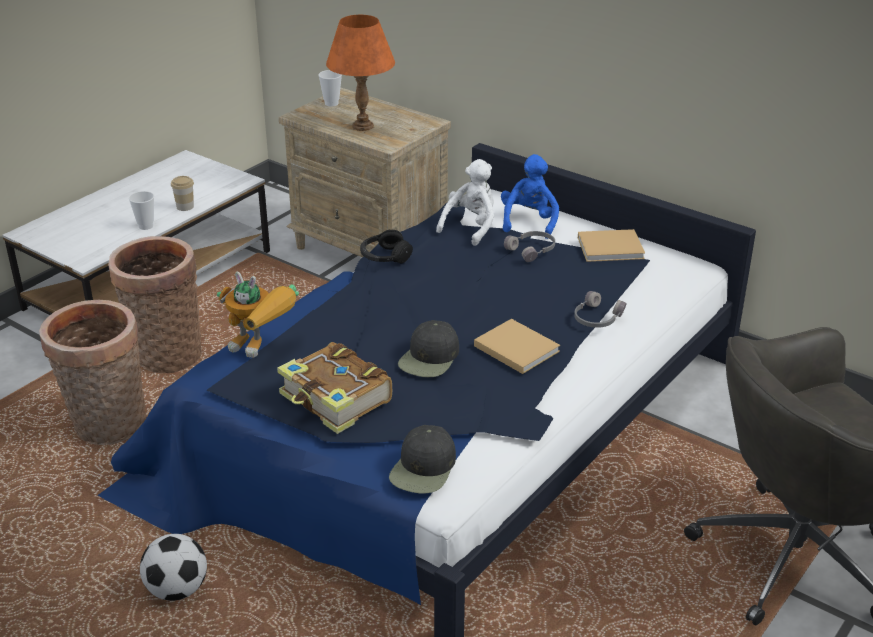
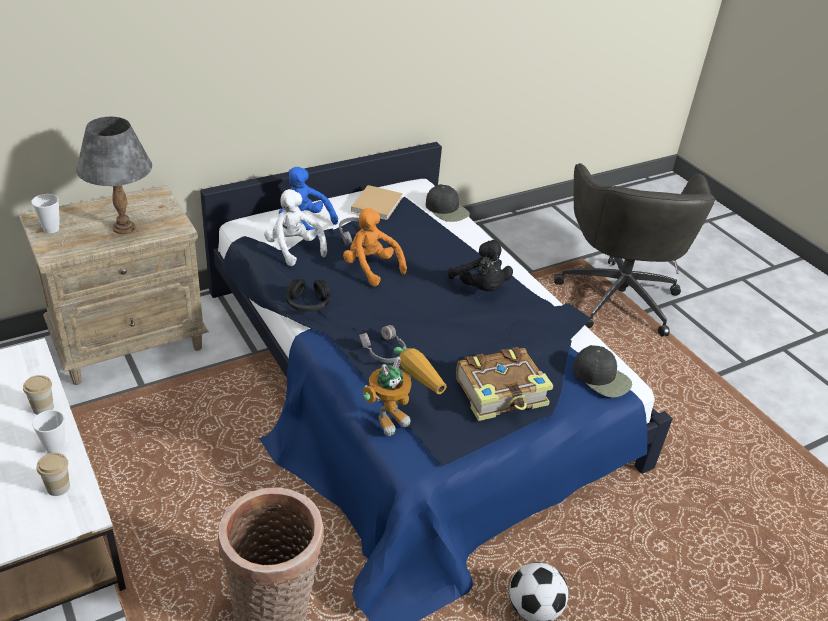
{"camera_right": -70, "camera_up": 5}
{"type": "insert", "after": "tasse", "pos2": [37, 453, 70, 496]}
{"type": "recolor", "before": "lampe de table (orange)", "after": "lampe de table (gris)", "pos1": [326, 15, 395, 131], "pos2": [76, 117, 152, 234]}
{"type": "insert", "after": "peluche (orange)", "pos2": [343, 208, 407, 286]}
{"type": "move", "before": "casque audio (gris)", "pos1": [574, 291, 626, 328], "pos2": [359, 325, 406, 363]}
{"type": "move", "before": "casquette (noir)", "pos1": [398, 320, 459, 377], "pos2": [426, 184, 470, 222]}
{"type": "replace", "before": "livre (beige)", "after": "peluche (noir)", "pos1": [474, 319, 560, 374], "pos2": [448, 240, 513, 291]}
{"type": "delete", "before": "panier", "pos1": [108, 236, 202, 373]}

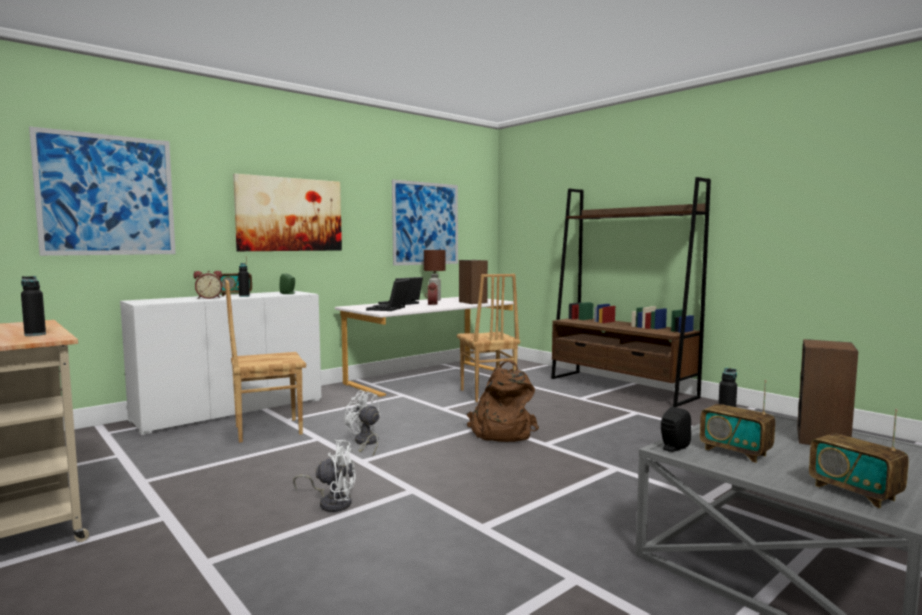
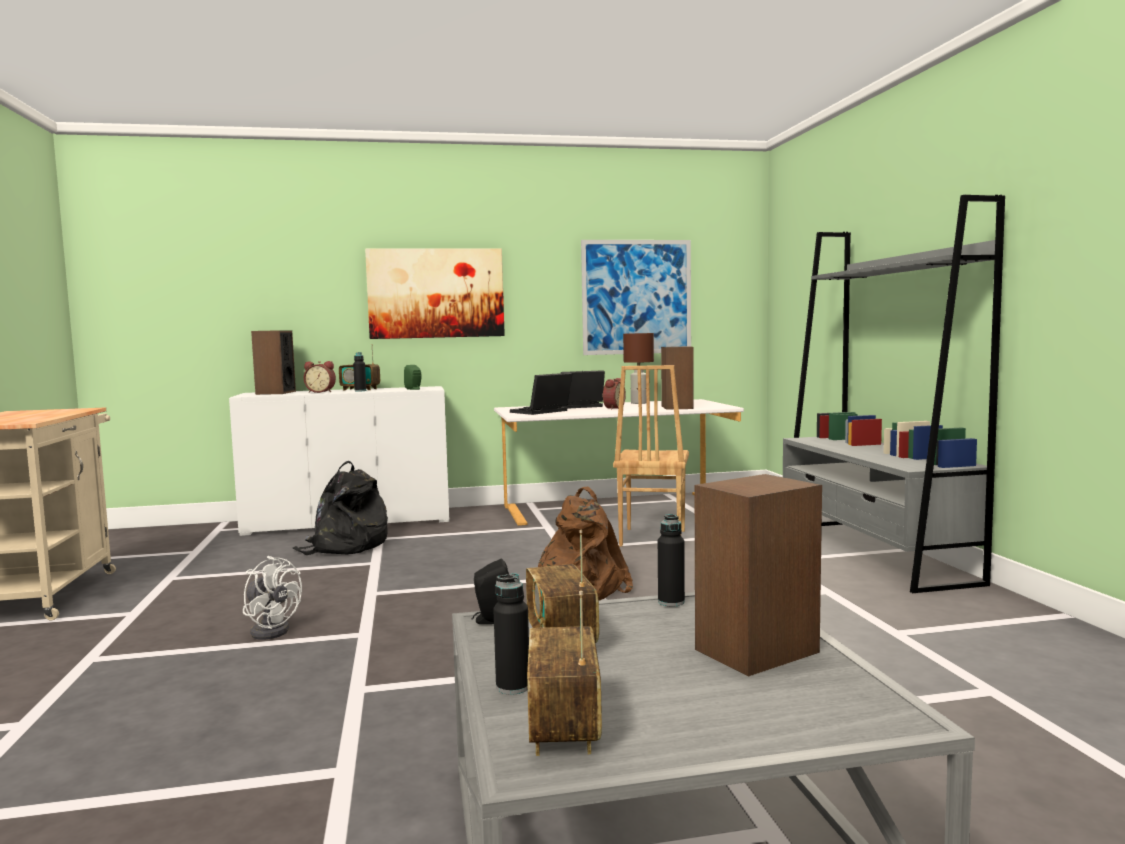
{"camera_right": 30, "camera_up": 0}
{"type": "insert", "after": "enceinte", "pos2": [251, 330, 296, 395]}
{"type": "replace", "before": "chaise (marron)", "after": "sac à dos (noir)", "pos1": [225, 280, 306, 443], "pos2": [293, 461, 388, 555]}
{"type": "move", "before": "bouteille (noir)", "pos1": [21, 276, 46, 336], "pos2": [493, 573, 529, 695]}
{"type": "recolor", "before": "bibliothèque (marron)", "after": "bibliothèque (gris)", "pos1": [551, 177, 711, 407], "pos2": [783, 195, 1005, 593]}
{"type": "delete", "before": "tableau", "pos1": [29, 126, 176, 256]}
{"type": "delete", "before": "ventilateur (blanc)", "pos1": [344, 390, 381, 456]}

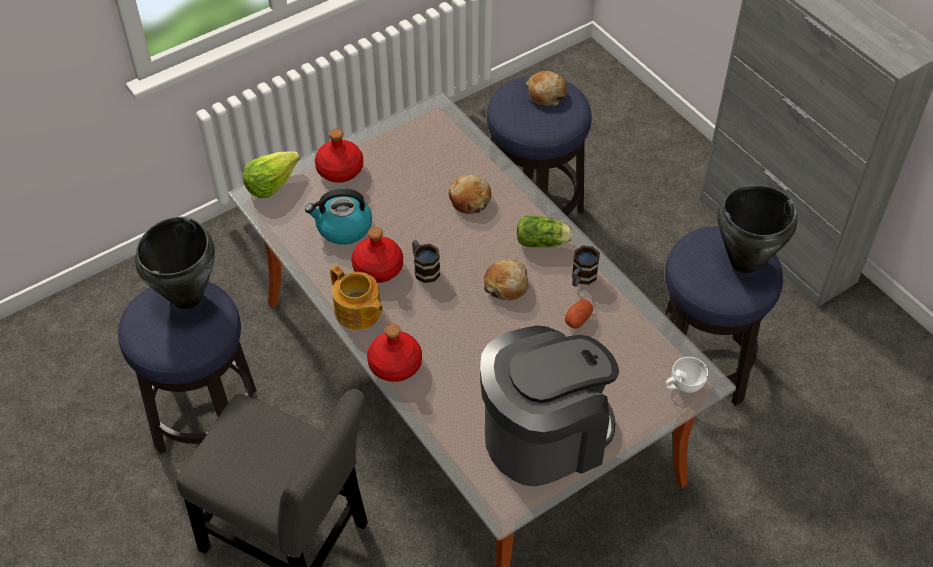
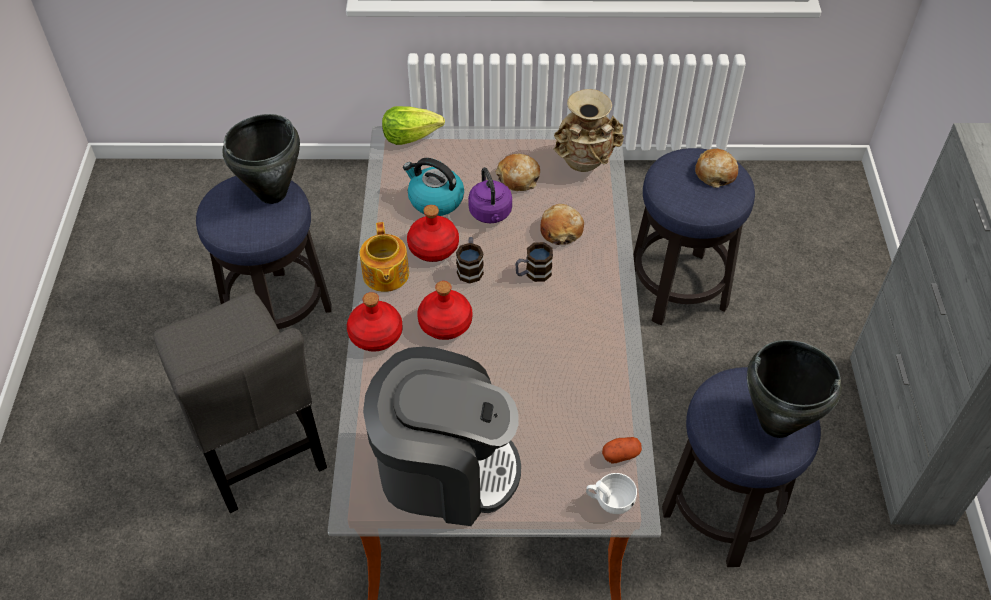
{"camera_right": 35, "camera_up": 0}
{"type": "move", "before": "bouteille (rouge)", "pos1": [315, 129, 363, 183], "pos2": [417, 281, 472, 340]}
{"type": "insert", "after": "bouilloire (violet)", "pos2": [468, 167, 512, 223]}
{"type": "move", "before": "pain", "pos1": [484, 259, 530, 300], "pos2": [495, 154, 540, 191]}
{"type": "move", "before": "mug", "pos1": [572, 246, 600, 287], "pos2": [515, 242, 553, 282]}
{"type": "insert", "after": "vase (beige)", "pos2": [554, 89, 624, 172]}
{"type": "move", "before": "pomme de terre", "pos1": [565, 299, 593, 329], "pos2": [602, 437, 642, 464]}
{"type": "delete", "before": "laitue", "pos1": [517, 215, 573, 247]}

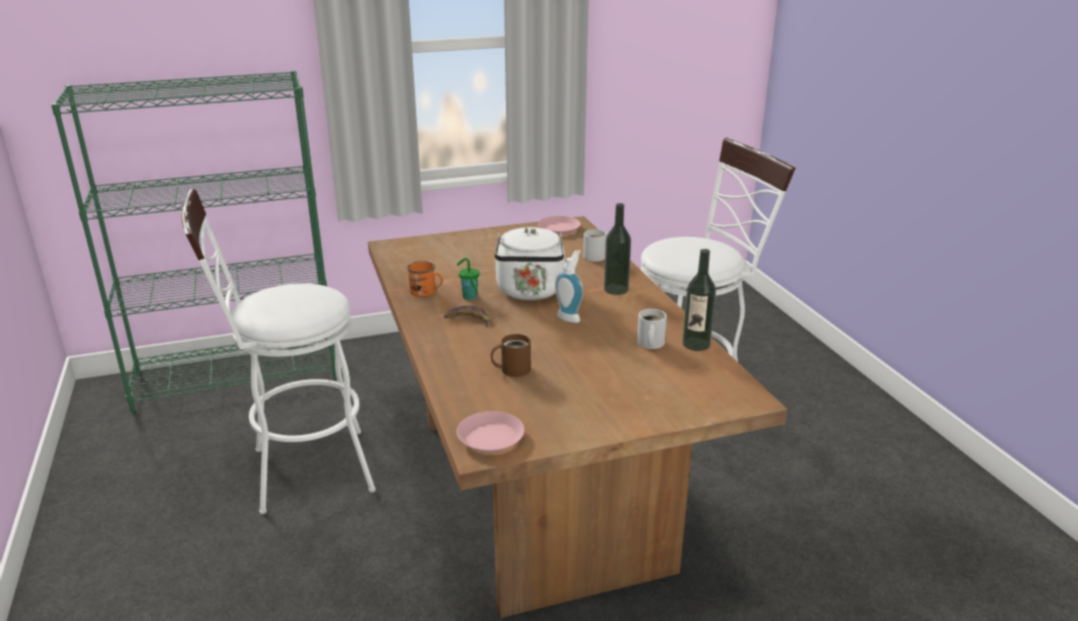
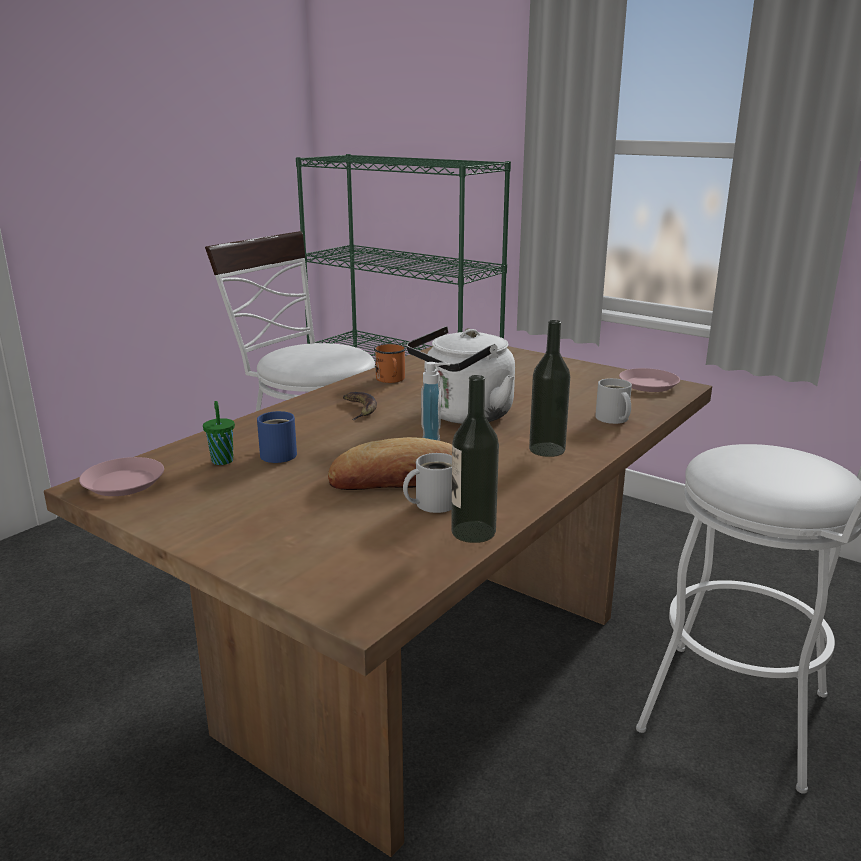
{"camera_right": 55, "camera_up": -5}
{"type": "move", "before": "tasse (vert)", "pos1": [457, 258, 480, 300], "pos2": [203, 401, 235, 465]}
{"type": "recolor", "before": "mug (marron)", "after": "mug (bleu)", "pos1": [491, 334, 531, 377], "pos2": [257, 411, 297, 463]}
{"type": "insert", "after": "pain", "pos2": [328, 437, 452, 490]}

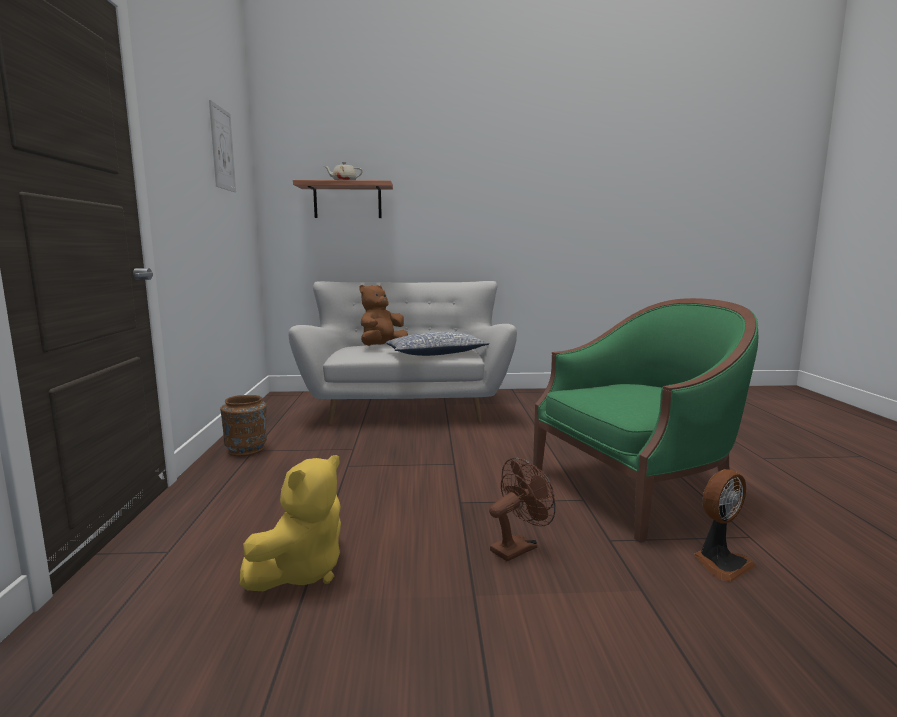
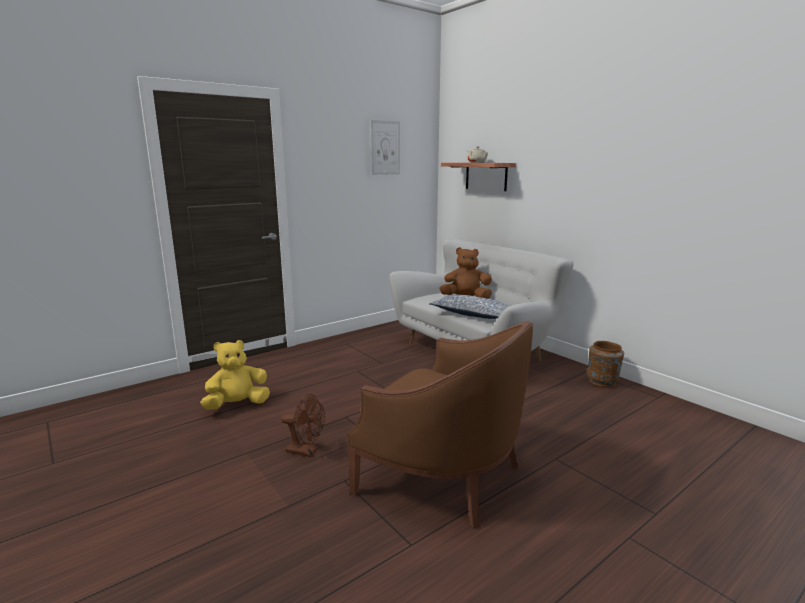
{"camera_right": 55, "camera_up": 5}
{"type": "rotate", "before": "peluche (jaune)", "pos1": [240, 455, 341, 591], "pos2": [200, 340, 270, 410], "turn": 150}
{"type": "recolor", "before": "fauteuil (vert)", "after": "fauteuil (marron)", "pos1": [533, 298, 758, 543], "pos2": [348, 321, 533, 528]}
{"type": "move", "before": "vase (marron)", "pos1": [220, 395, 267, 456], "pos2": [587, 341, 624, 387]}
{"type": "delete", "before": "ventilateur", "pos1": [694, 469, 756, 582]}

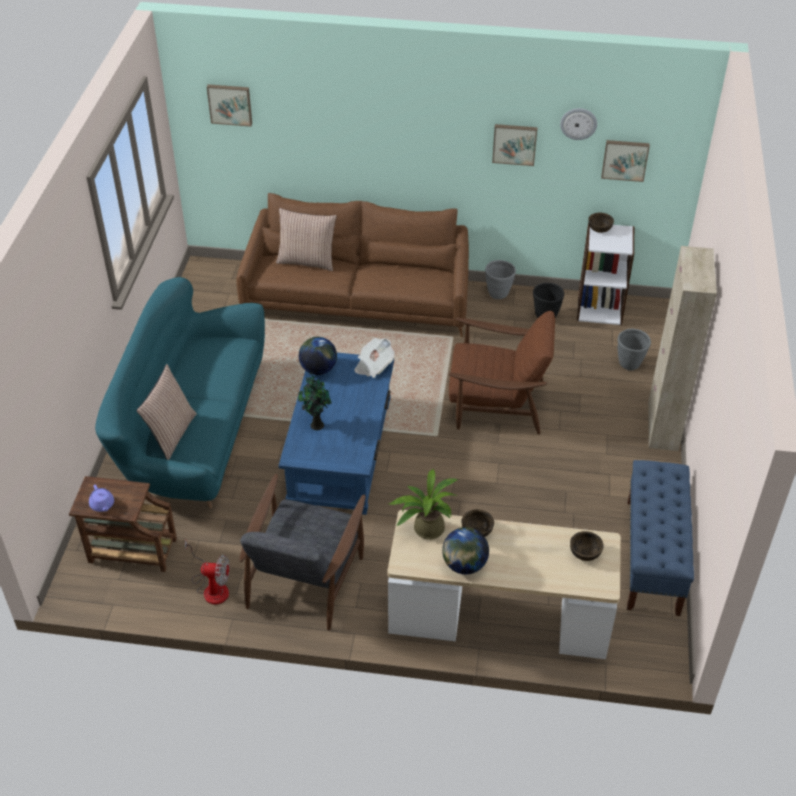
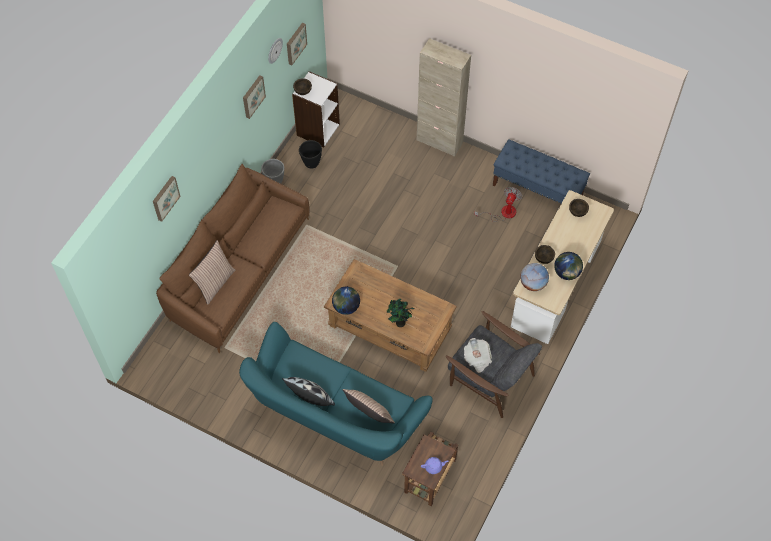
{"camera_right": -70, "camera_up": 15}
{"type": "move", "before": "tableau", "pos1": [207, 84, 252, 127], "pos2": [153, 176, 181, 222]}
{"type": "insert", "after": "coussin", "pos2": [282, 377, 335, 406]}
{"type": "recolor", "before": "table basse (bleu)", "after": "table basse (marron)", "pos1": [278, 353, 394, 515], "pos2": [324, 259, 457, 372]}
{"type": "move", "before": "journal", "pos1": [354, 338, 395, 378], "pos2": [464, 338, 492, 373]}
{"type": "move", "before": "ventilateur", "pos1": [185, 540, 229, 605], "pos2": [474, 187, 522, 222]}
{"type": "replace", "before": "plante en pot", "after": "globe", "pos1": [389, 469, 458, 540], "pos2": [520, 263, 549, 291]}
{"type": "delete", "before": "fauteuil (marron)", "pos1": [448, 311, 555, 434]}
{"type": "delete", "before": "cache-pot (gris)", "pos1": [618, 329, 651, 371]}

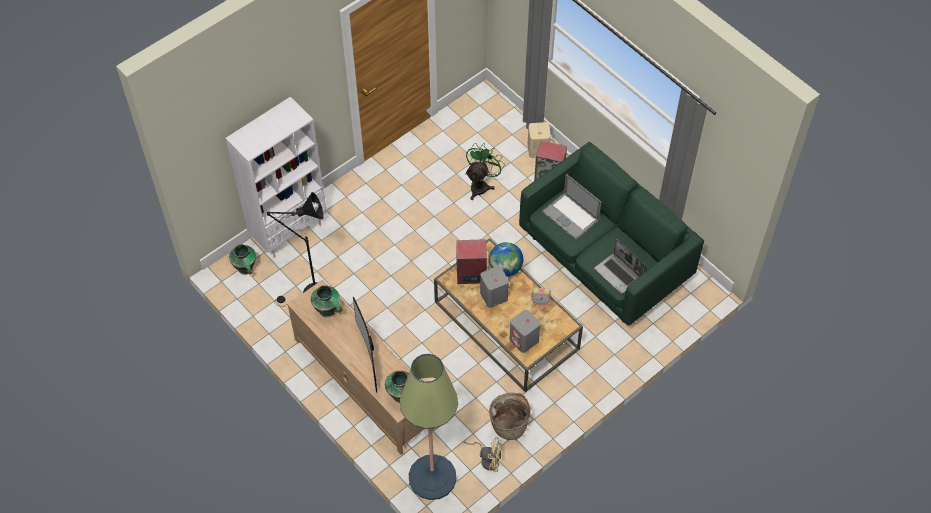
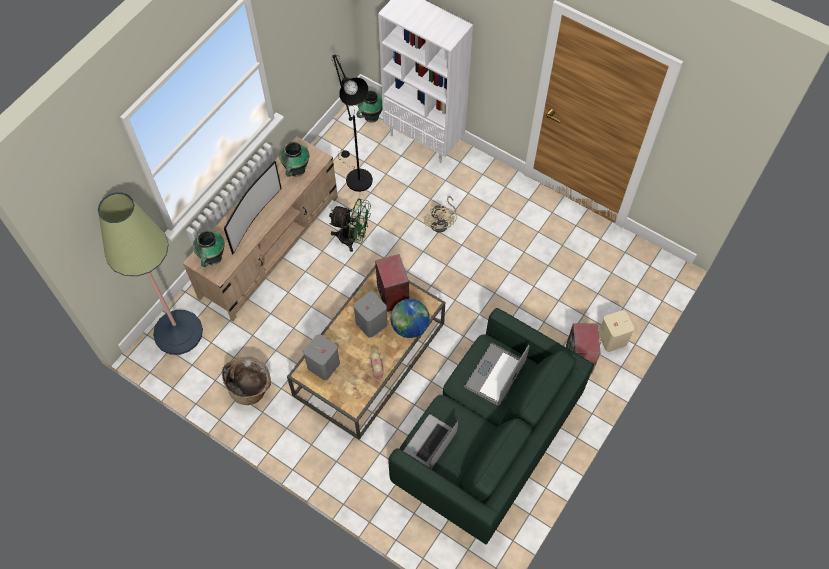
{"camera_right": 75, "camera_up": 5}
{"type": "rotate", "before": "téléviseur", "pos1": [353, 297, 378, 393], "pos2": [224, 161, 282, 254], "turn": 150}
{"type": "move", "before": "ventilateur (vert)", "pos1": [465, 143, 505, 200], "pos2": [329, 198, 371, 252]}
{"type": "move", "before": "ventilateur (beige)", "pos1": [464, 437, 502, 472], "pos2": [424, 196, 457, 233]}

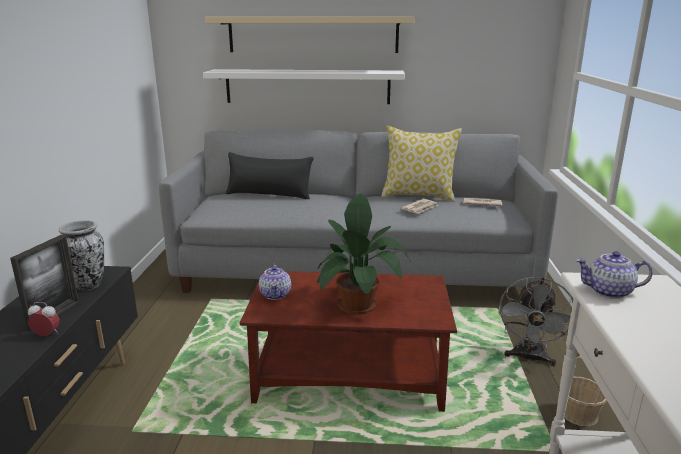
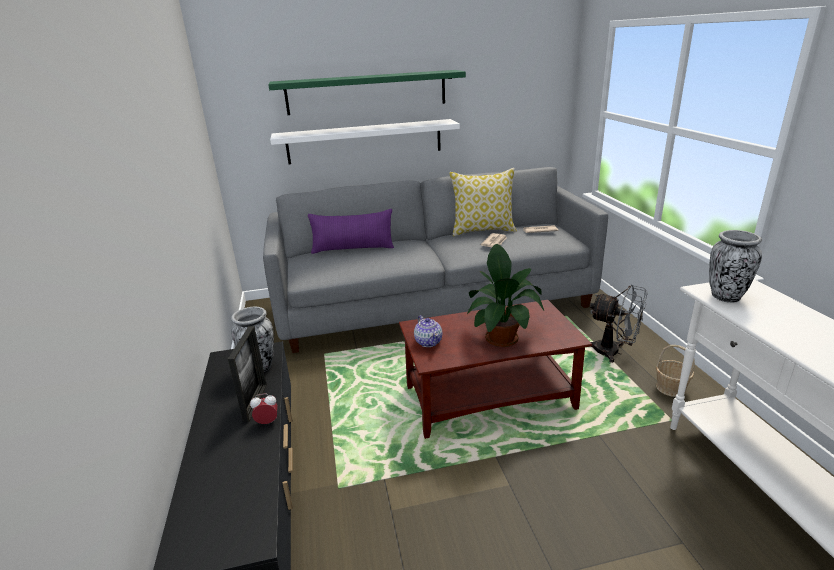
{"camera_right": -15, "camera_up": 5}
{"type": "recolor", "before": "étagère (beige)", "after": "étagère (vert)", "pos1": [205, 17, 415, 53], "pos2": [268, 70, 466, 115]}
{"type": "recolor", "before": "coussin (noir)", "after": "coussin (violet)", "pos1": [226, 152, 314, 199], "pos2": [308, 209, 394, 254]}
{"type": "rotate", "before": "ventilateur (gris)", "pos1": [498, 277, 573, 366], "pos2": [590, 284, 648, 363], "turn": -60}
{"type": "replace", "before": "théière", "after": "vase", "pos1": [576, 251, 653, 299], "pos2": [709, 230, 762, 303]}

